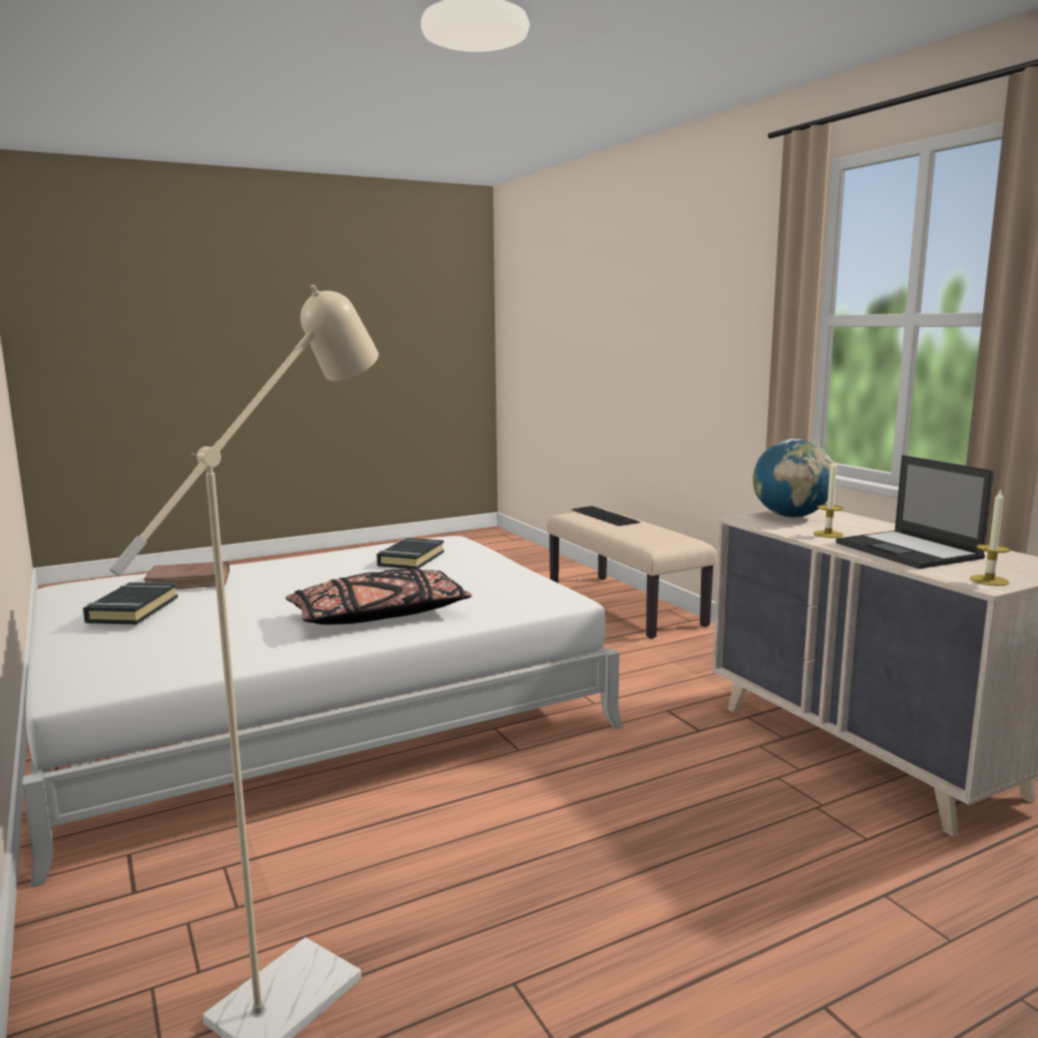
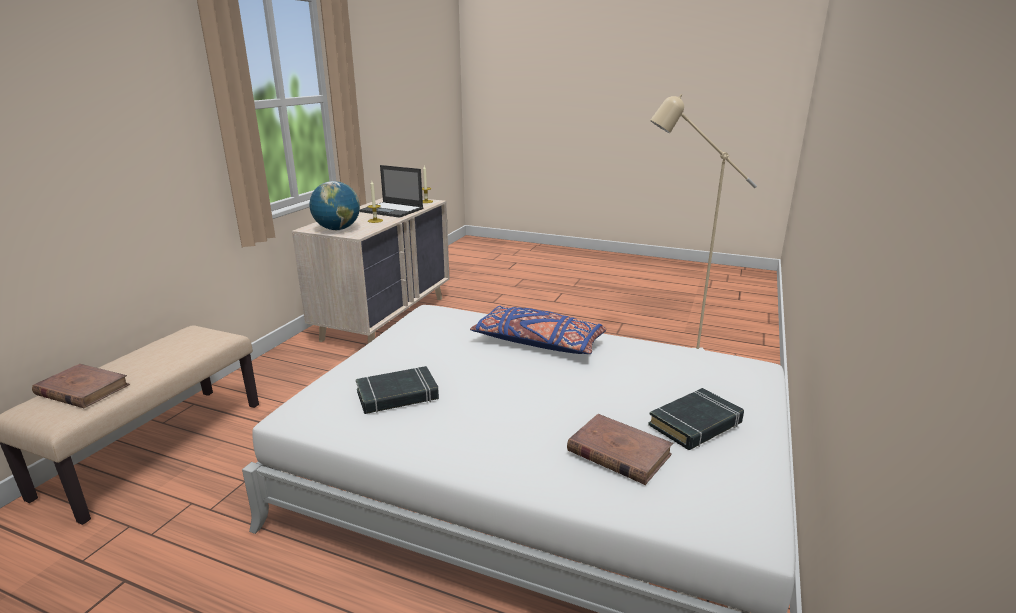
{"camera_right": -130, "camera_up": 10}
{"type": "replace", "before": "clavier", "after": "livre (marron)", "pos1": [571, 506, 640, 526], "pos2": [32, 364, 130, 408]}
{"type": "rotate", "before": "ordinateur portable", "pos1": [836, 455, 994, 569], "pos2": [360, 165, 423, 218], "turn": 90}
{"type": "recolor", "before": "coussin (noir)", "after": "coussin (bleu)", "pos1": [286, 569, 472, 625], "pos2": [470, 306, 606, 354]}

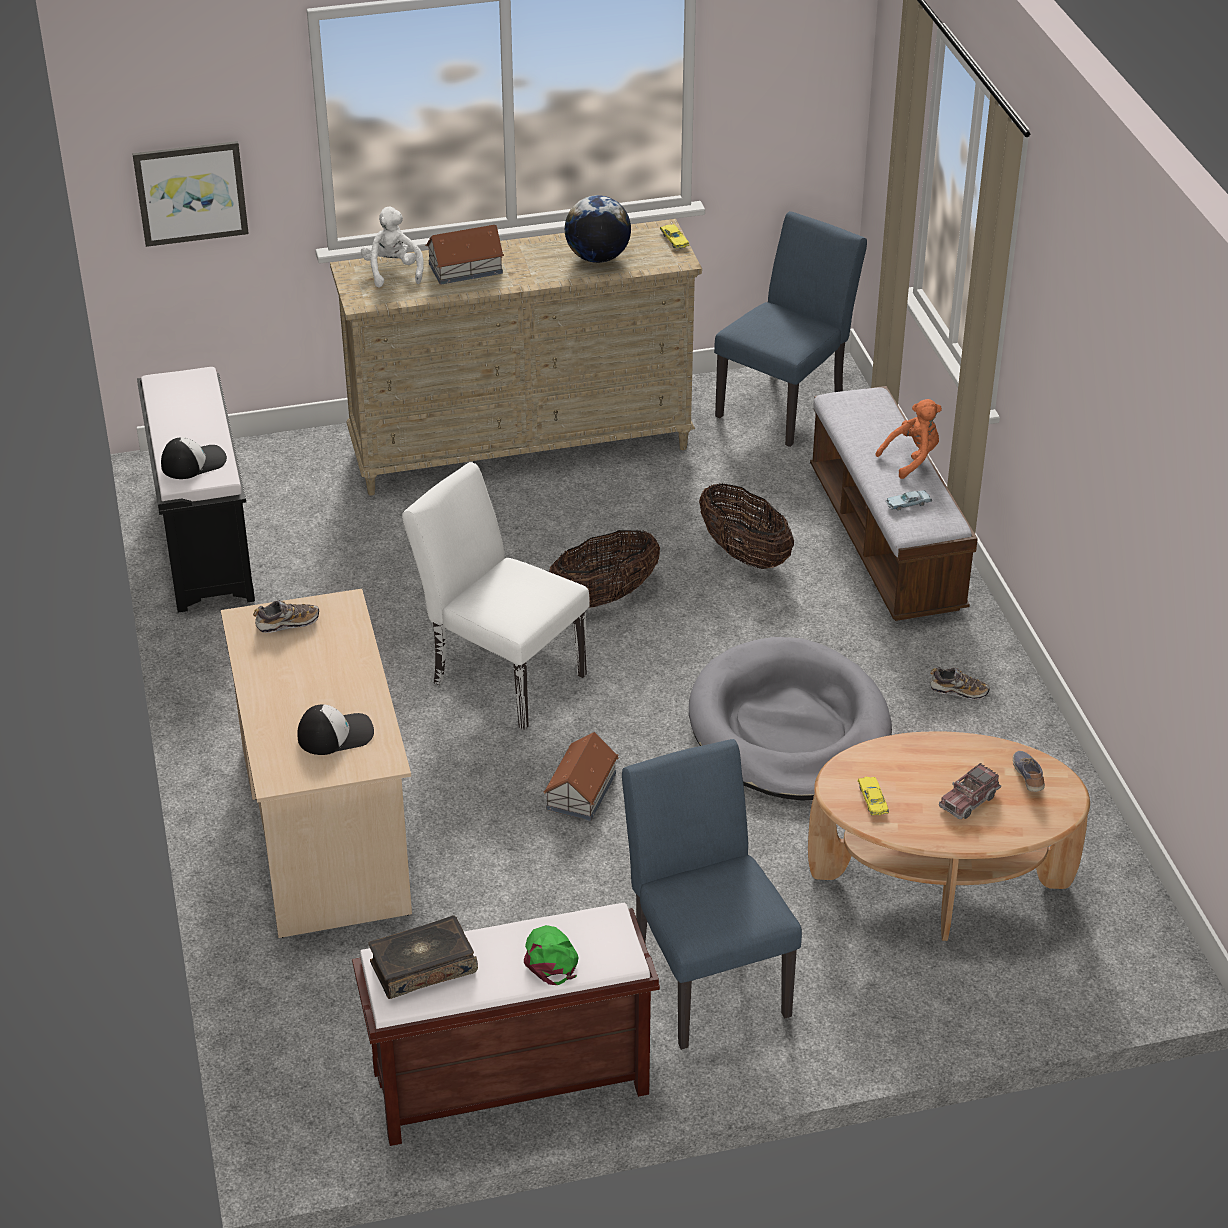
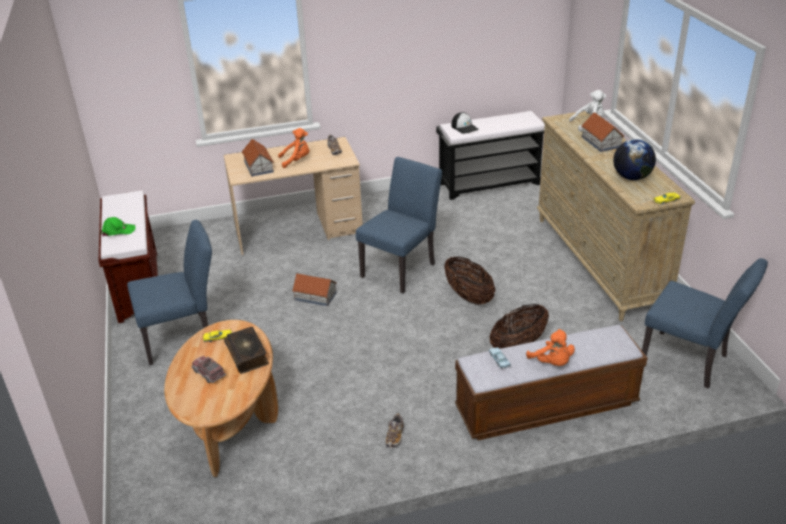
{"camera_right": 90, "camera_up": -5}
{"type": "move", "before": "livre", "pos1": [368, 915, 478, 999], "pos2": [224, 327, 269, 374]}
{"type": "replace", "before": "casquette", "after": "maison miniature", "pos1": [297, 704, 374, 755], "pos2": [242, 139, 274, 177]}
{"type": "insert", "after": "peluche (orange)", "pos2": [278, 128, 309, 168]}
{"type": "recolor", "before": "chaise (blanc)", "after": "chaise (bleu)", "pos1": [402, 462, 590, 730], "pos2": [356, 157, 442, 293]}
{"type": "delete", "before": "tableau", "pos1": [132, 141, 249, 247]}
{"type": "delete", "before": "panier pour chien (gris)", "pos1": [689, 637, 892, 801]}
{"type": "delete", "before": "chaussure", "pos1": [1013, 751, 1045, 792]}

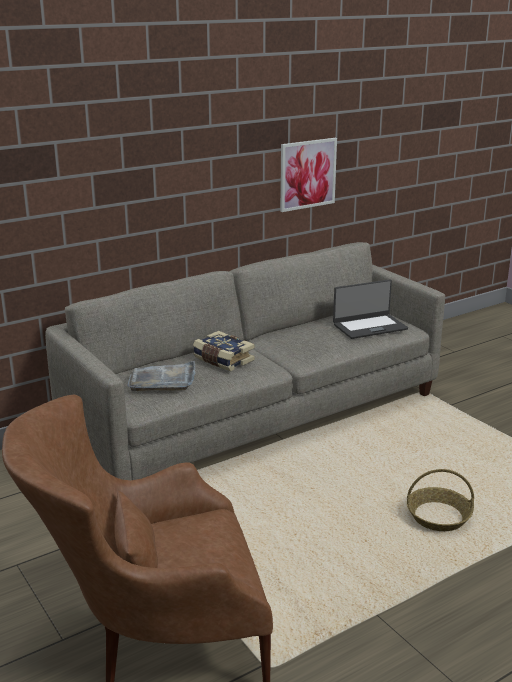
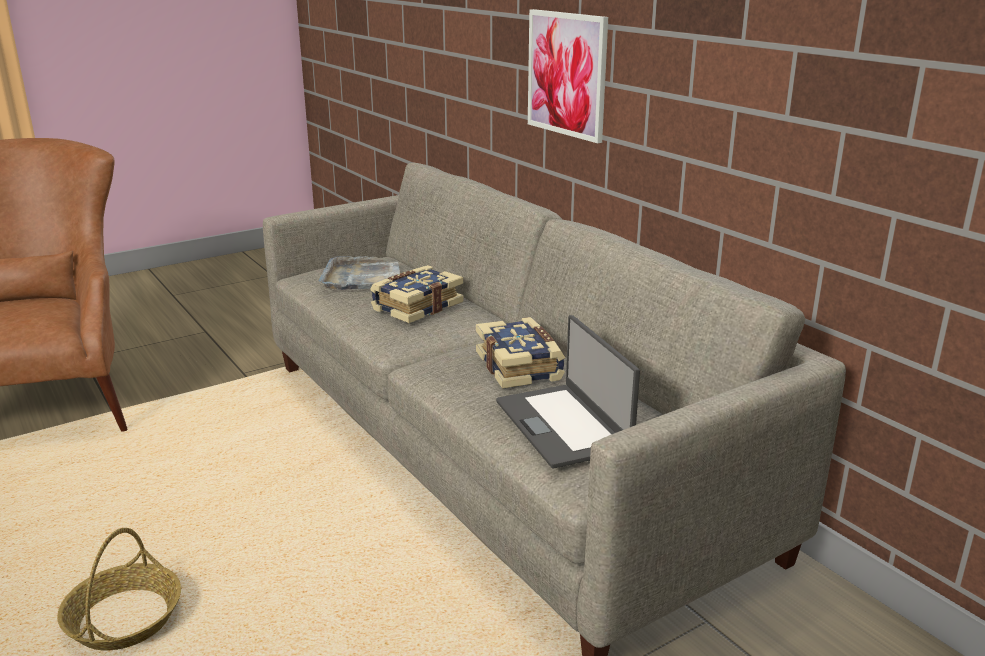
{"camera_right": 90, "camera_up": 0}
{"type": "insert", "after": "livre", "pos2": [476, 317, 565, 389]}
{"type": "move", "before": "tableau", "pos1": [280, 138, 337, 212], "pos2": [528, 9, 608, 143]}

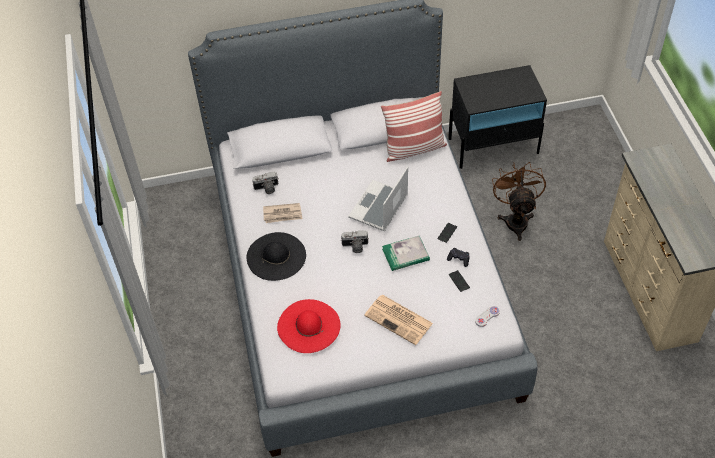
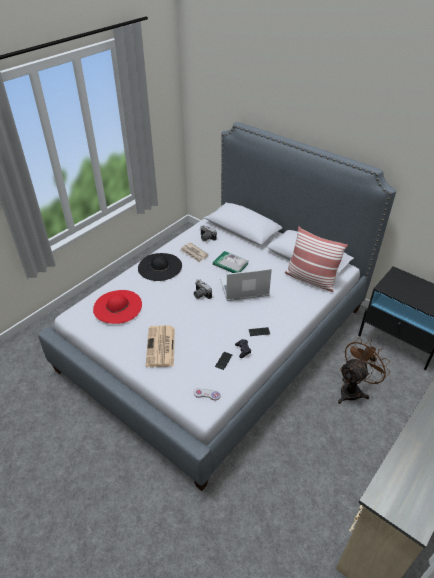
{"camera_right": 50, "camera_up": -10}
{"type": "move", "before": "livre", "pos1": [382, 236, 430, 271], "pos2": [213, 251, 249, 273]}

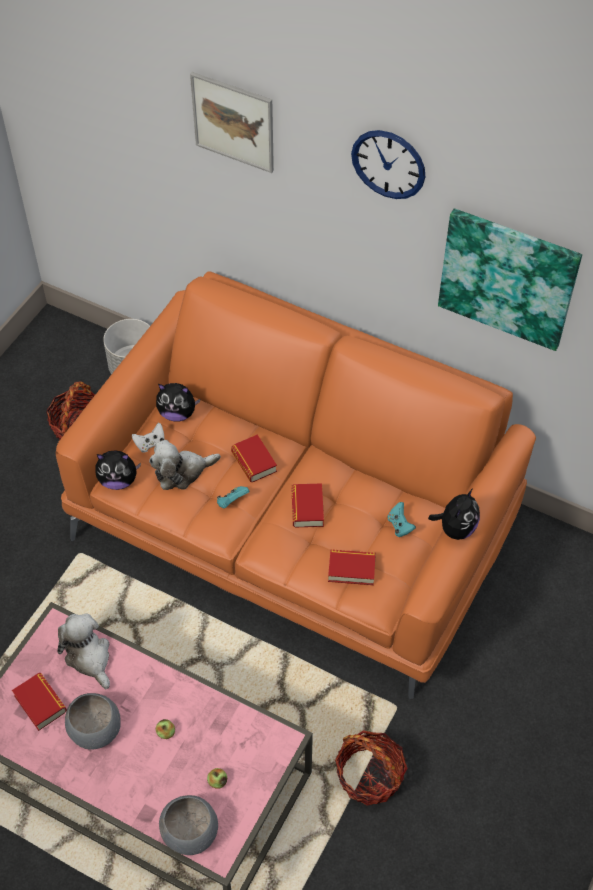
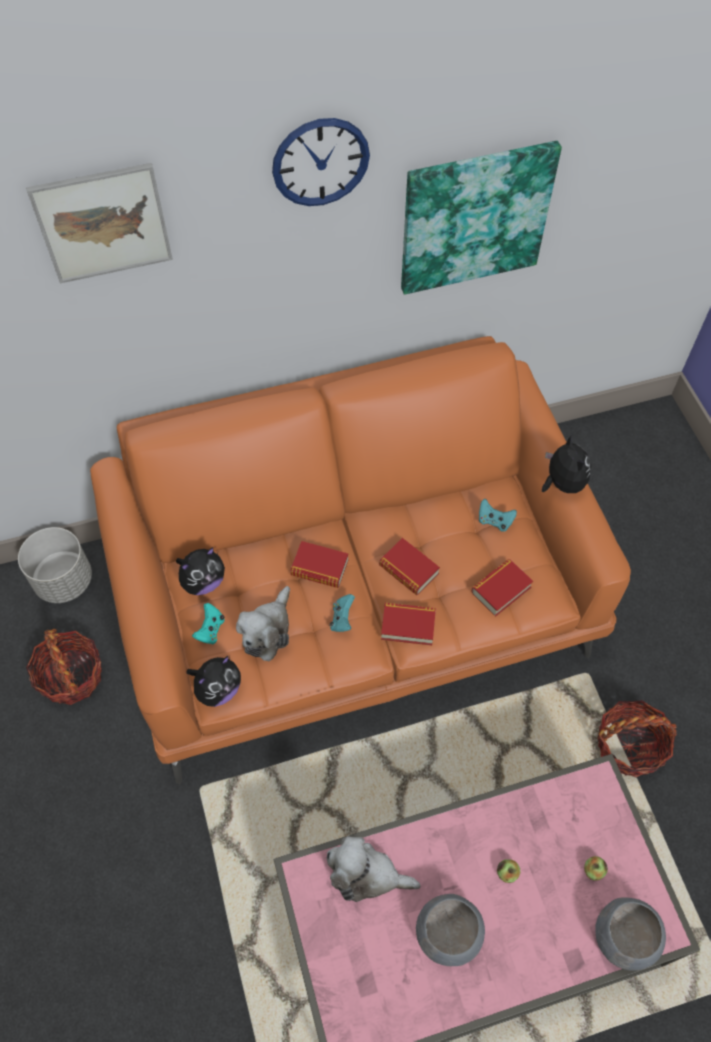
{"camera_right": -45, "camera_up": 5}
{"type": "recolor", "before": "manette (blanc)", "after": "manette (turquoise)", "pos1": [132, 423, 165, 453], "pos2": [192, 603, 225, 644]}
{"type": "move", "before": "livre", "pos1": [12, 673, 67, 731], "pos2": [381, 603, 436, 645]}

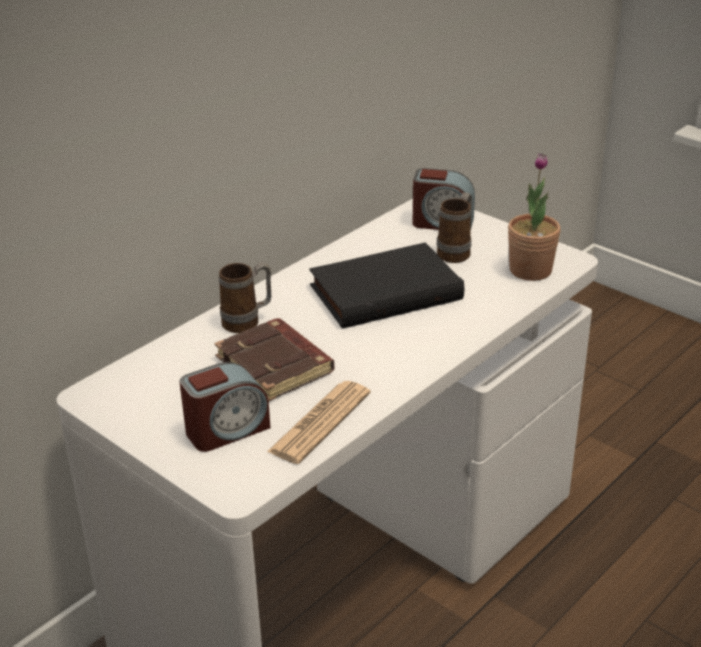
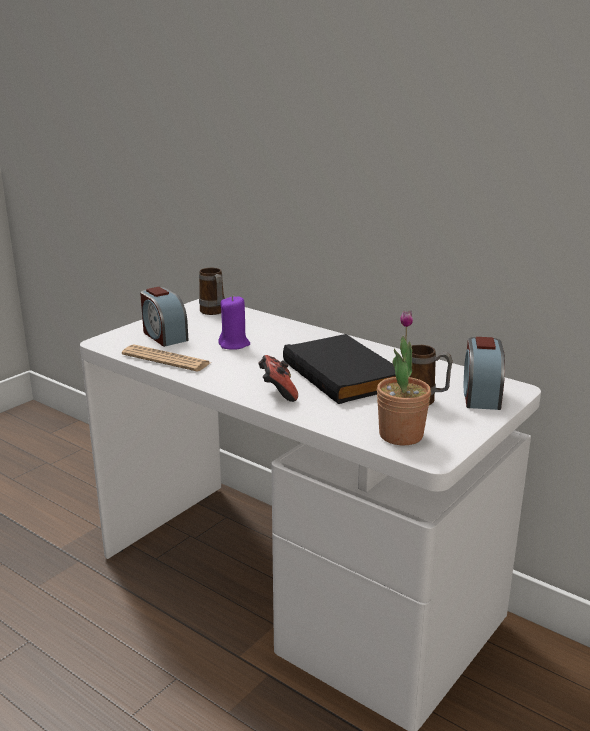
{"camera_right": 85, "camera_up": -10}
{"type": "move", "before": "mug", "pos1": [219, 262, 271, 333], "pos2": [199, 268, 225, 315]}
{"type": "replace", "before": "livre (marron)", "after": "bougie (violet)", "pos1": [214, 318, 334, 401], "pos2": [219, 296, 250, 350]}
{"type": "insert", "after": "manette", "pos2": [258, 355, 298, 402]}

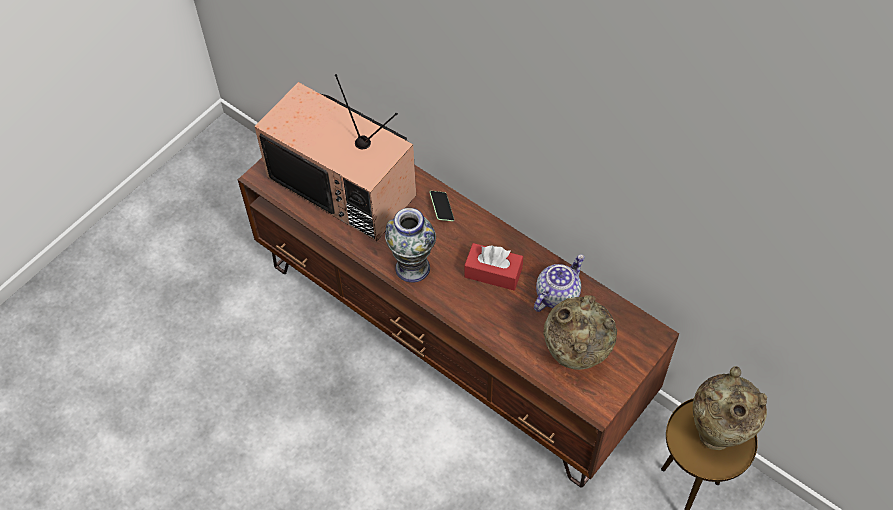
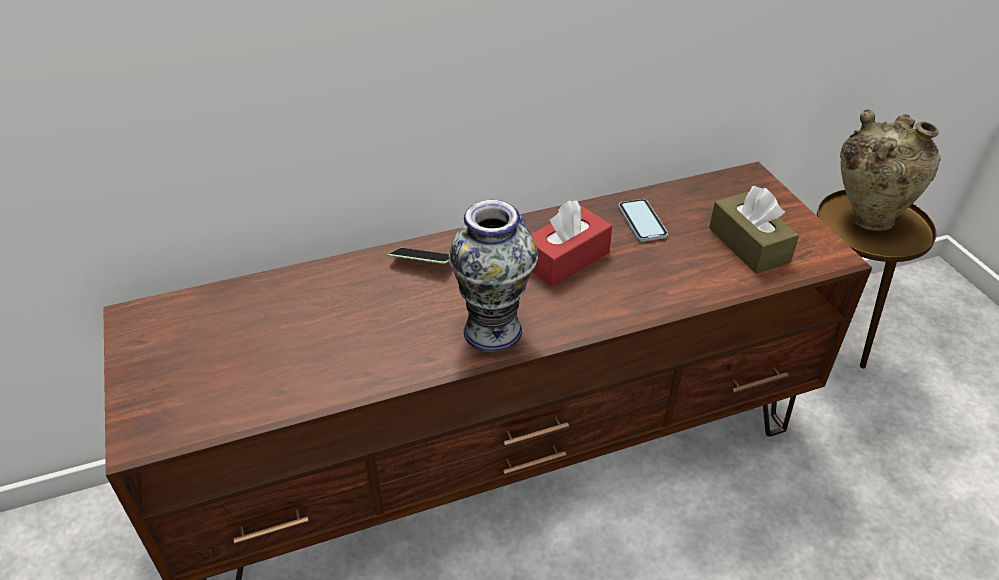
{"camera_right": -60, "camera_up": -15}
{"type": "replace", "before": "théière", "after": "téléphone", "pos1": [534, 254, 585, 312], "pos2": [618, 199, 668, 242]}
{"type": "replace", "before": "vase (beige)", "after": "boîte à mouchoirs (marron)", "pos1": [544, 295, 617, 370], "pos2": [709, 186, 799, 274]}
{"type": "delete", "before": "téléviseur", "pos1": [255, 74, 416, 241]}

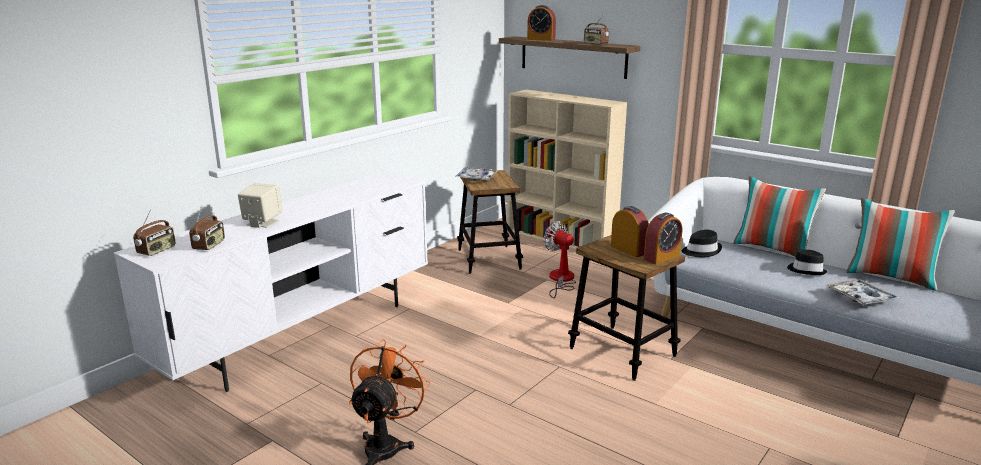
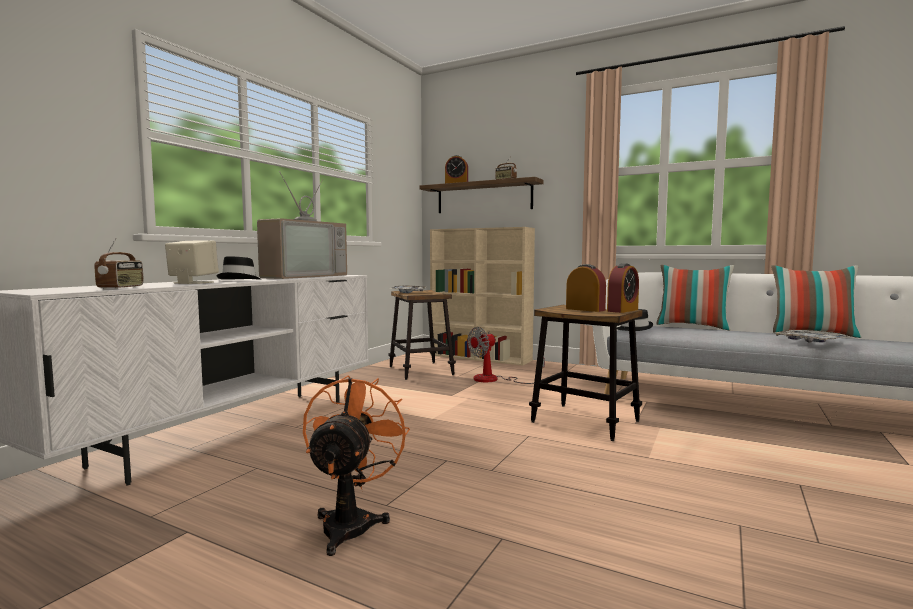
{"camera_right": -10, "camera_up": -15}
{"type": "move", "before": "chapeau (noir)", "pos1": [787, 249, 828, 275], "pos2": [217, 256, 261, 280]}
{"type": "insert", "after": "téléviseur", "pos2": [257, 171, 347, 279]}
{"type": "rotate", "before": "ventilateur", "pos1": [544, 221, 576, 298], "pos2": [467, 327, 545, 384], "turn": -75}
{"type": "delete", "before": "radio", "pos1": [133, 209, 176, 256]}

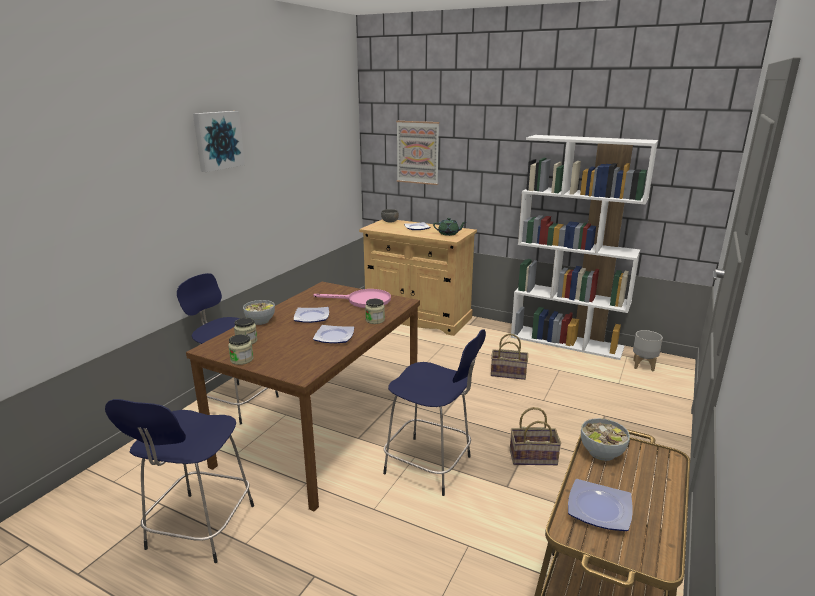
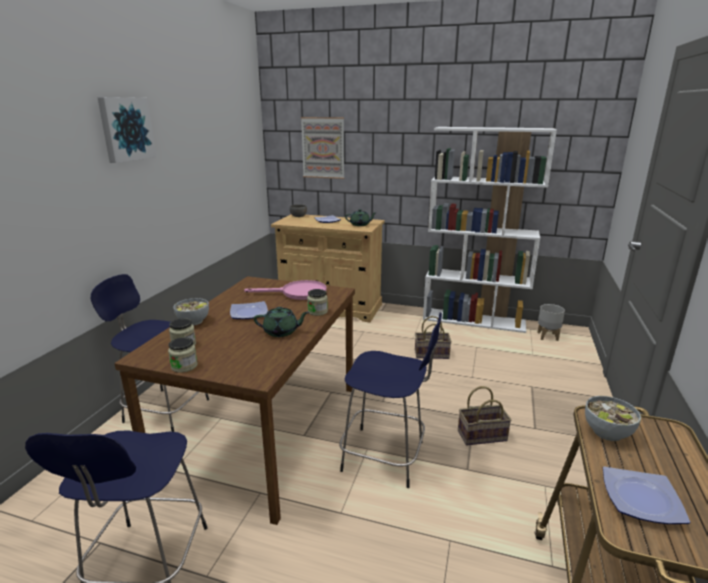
{"camera_right": -10, "camera_up": 0}
{"type": "replace", "before": "assiette", "after": "théière (vert)", "pos1": [313, 325, 354, 343], "pos2": [254, 307, 309, 337]}

